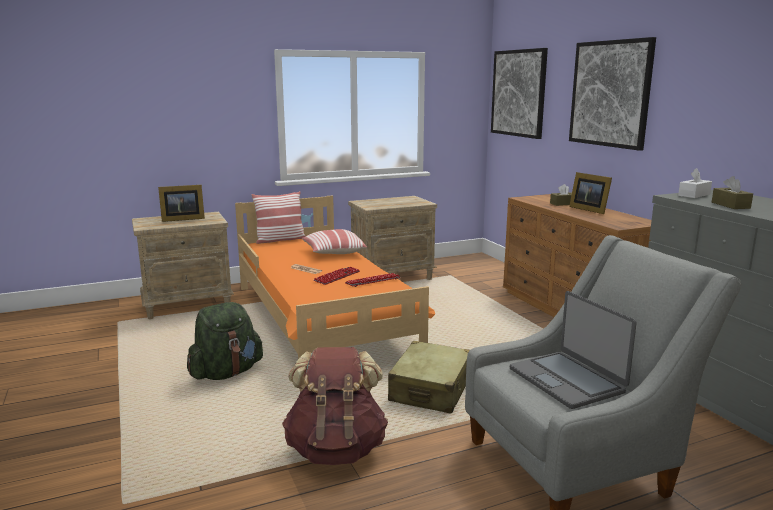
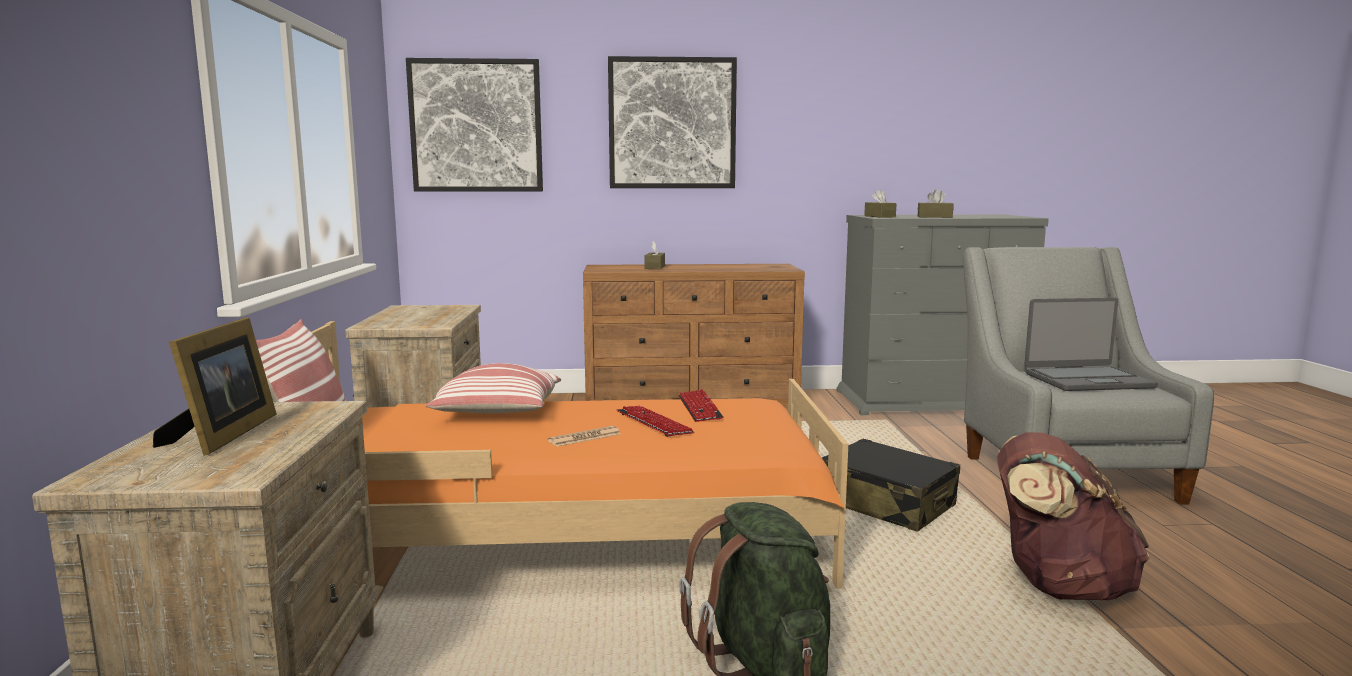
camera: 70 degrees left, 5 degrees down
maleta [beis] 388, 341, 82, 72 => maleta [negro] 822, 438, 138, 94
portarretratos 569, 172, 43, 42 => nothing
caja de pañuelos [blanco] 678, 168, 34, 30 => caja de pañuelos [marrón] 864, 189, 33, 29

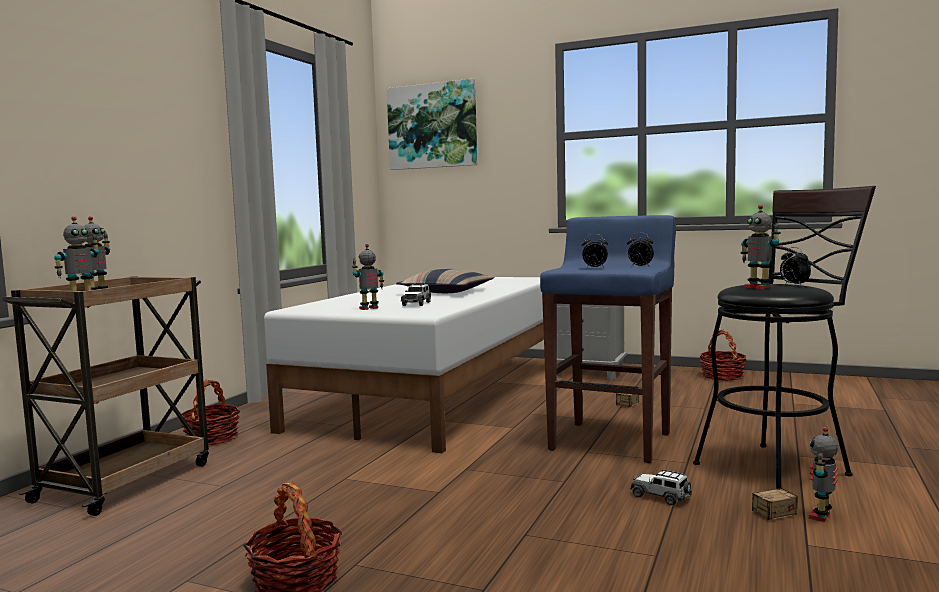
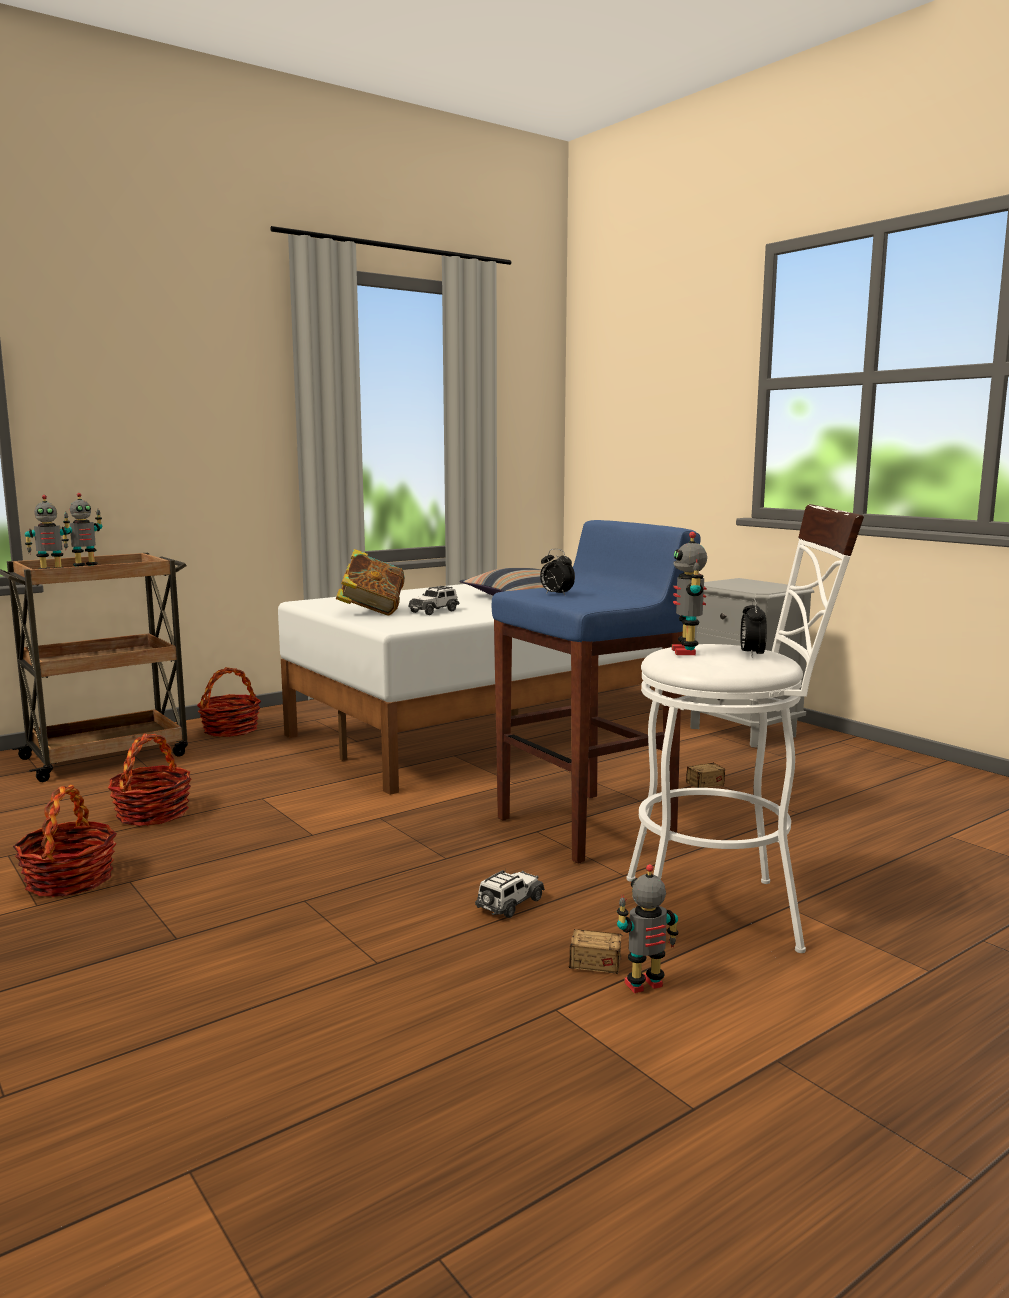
camera: 30 degrees right, 5 degrees up
robot de juguete 352, 244, 32, 66 => libro 336, 549, 69, 67
cuadro 387, 79, 90, 91 => nothing
despertador 627, 233, 27, 34 => nothing
coche de juguete 630, 469, 62, 36 => coche de juguete 475, 868, 70, 50, 60 degrees clockwise
taburete [negro] 693, 186, 183, 303 => taburete [blanco] 626, 504, 238, 449
cesta 699, 330, 48, 51 => cesta 108, 734, 83, 92, moved

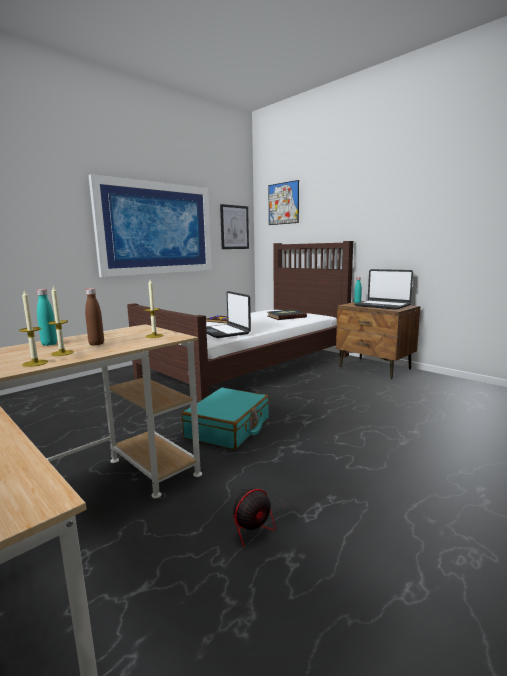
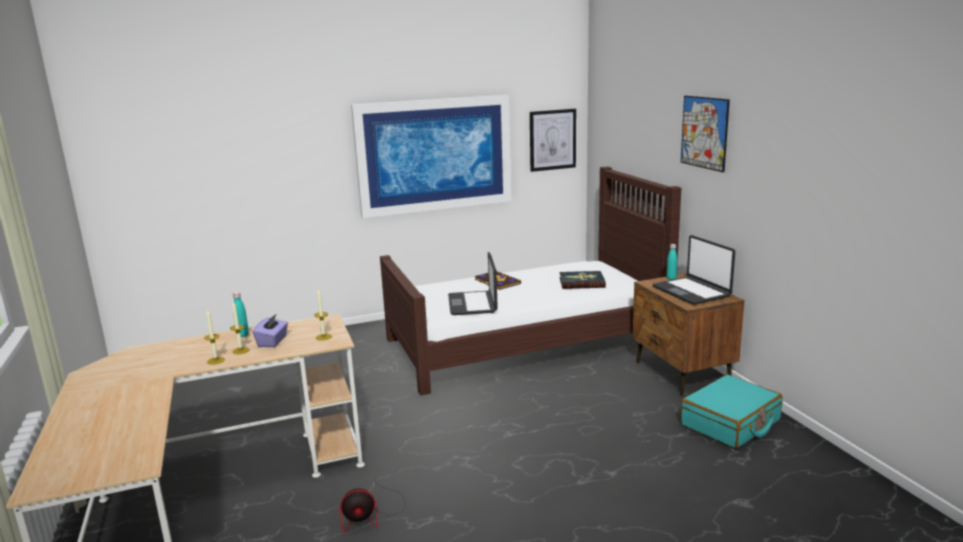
camera: 25 degrees right, 5 degrees up
botella [marrón] 85, 288, 19, 57 => caja de pañuelos [morado] 253, 313, 35, 34
maleta [turquesa] 182, 388, 87, 62 => maleta [turquesa] 681, 374, 102, 75, moved
cuadro 268, 180, 31, 45 => cuadro 681, 96, 49, 76, moved

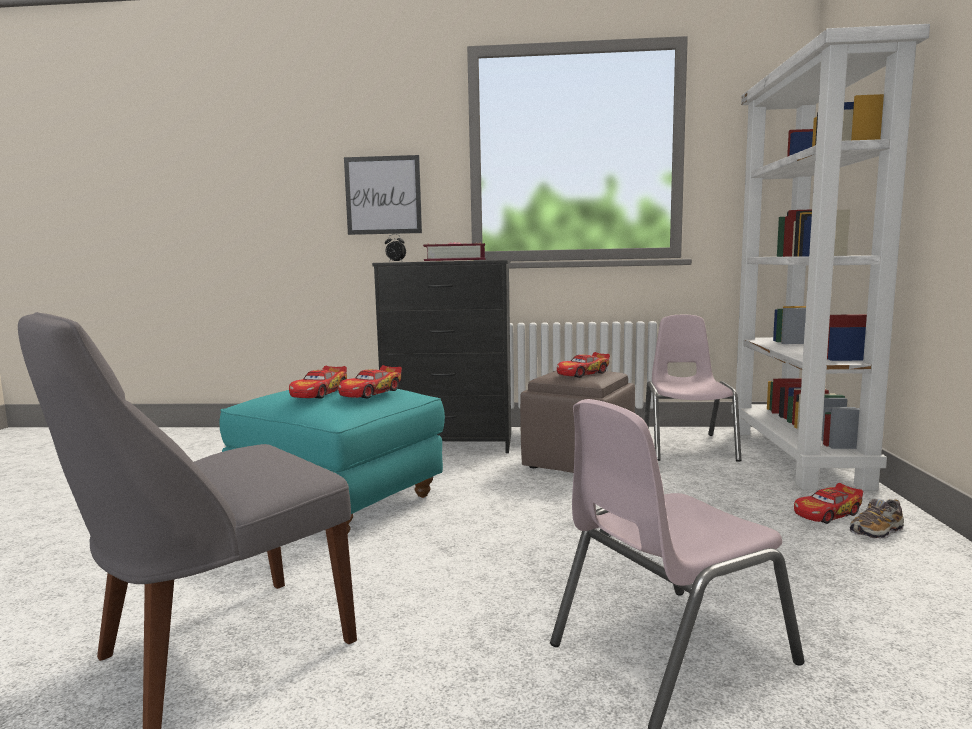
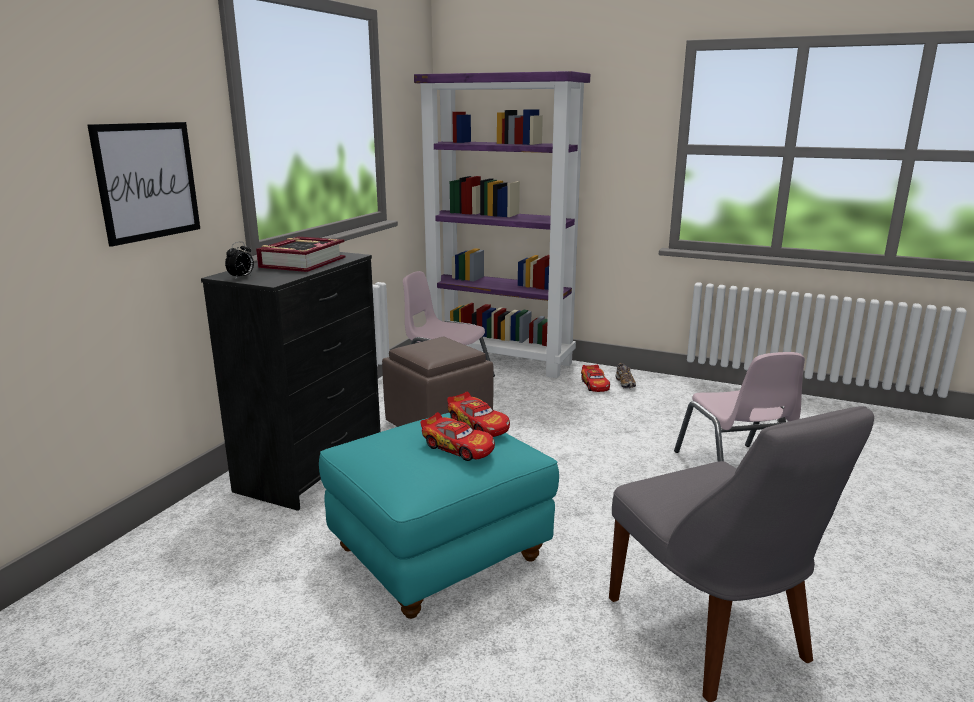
camera: 70 degrees left, 10 degrees up
coche de juguete 557, 352, 53, 26 => nothing
estantería [blanco] 731, 24, 199, 466 => estantería [morado] 414, 71, 176, 307

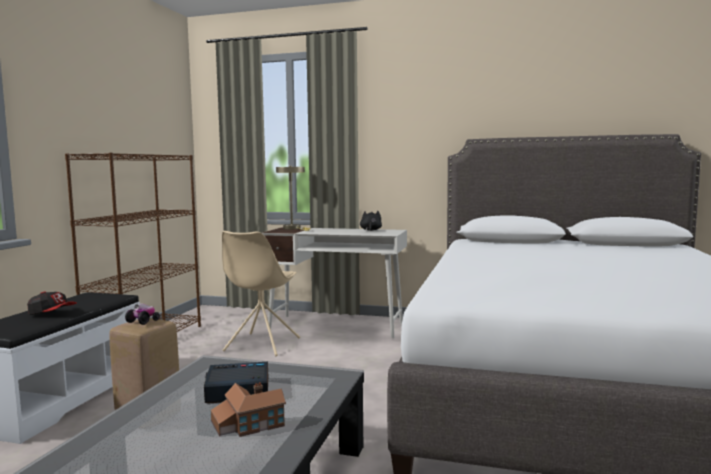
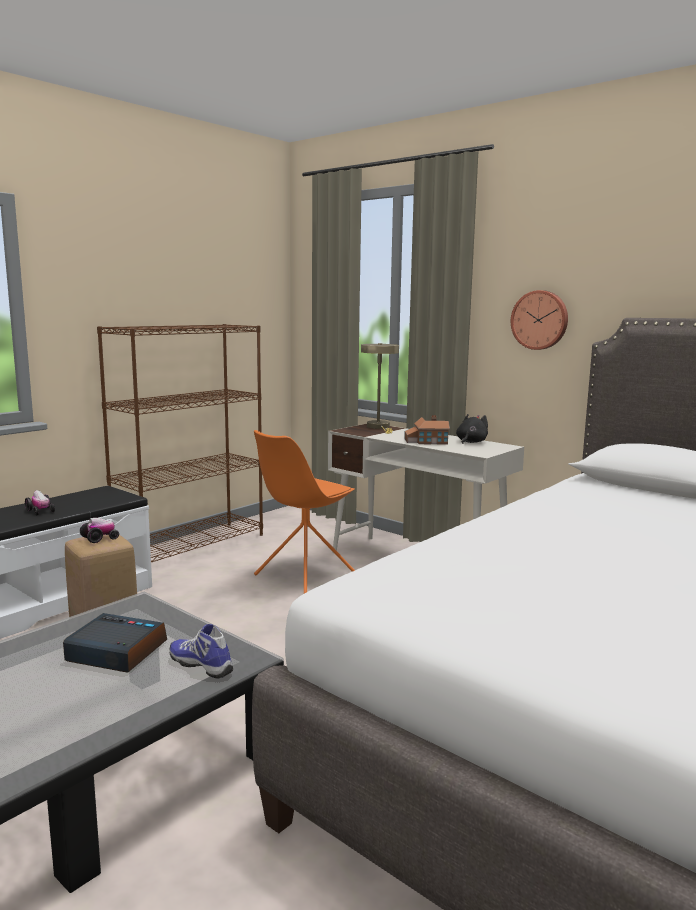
camera: 25 degrees right, 5 degrees up
gorra 27, 292, 50, 23 => coche de juguete 25, 490, 30, 25
casita 211, 382, 75, 55 => casita 404, 415, 46, 29, moved
silla [beis] 222, 231, 78, 125 => silla [naranja] 254, 430, 101, 164
nothing => zapato 170, 624, 63, 55
nothing => reloj de pared 511, 290, 57, 60

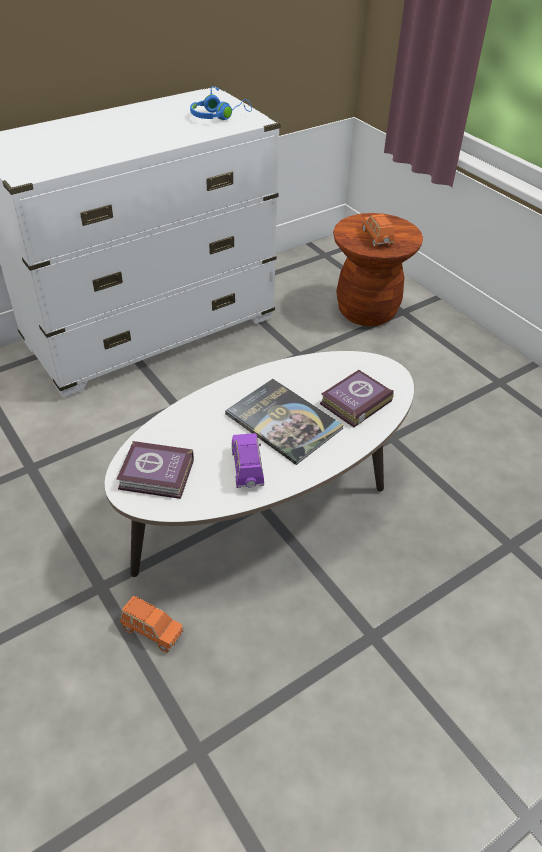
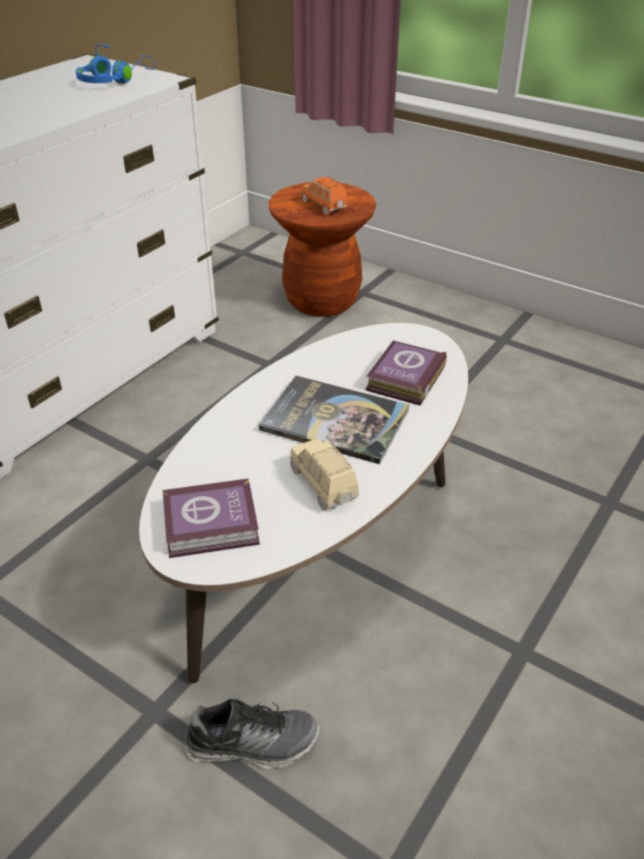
camera: 20 degrees left, 5 degrees down
coche de juguete [naranja] 120, 596, 64, 56 => zapato 185, 699, 134, 70
coche de juguete [morado] 232, 433, 32, 55 => coche de juguete [beis] 290, 438, 69, 72

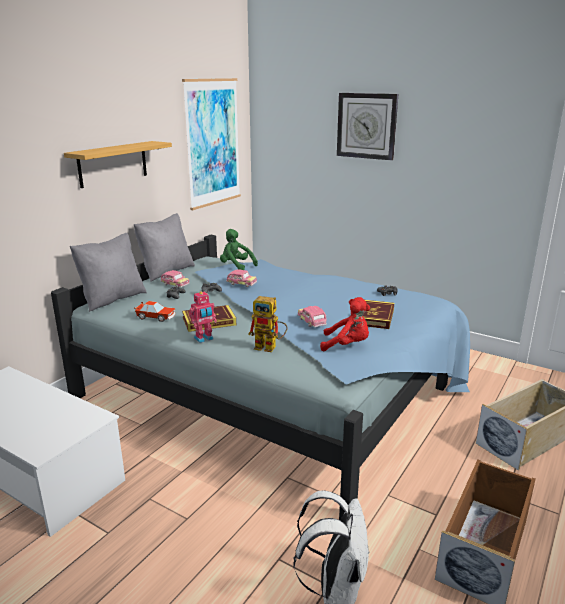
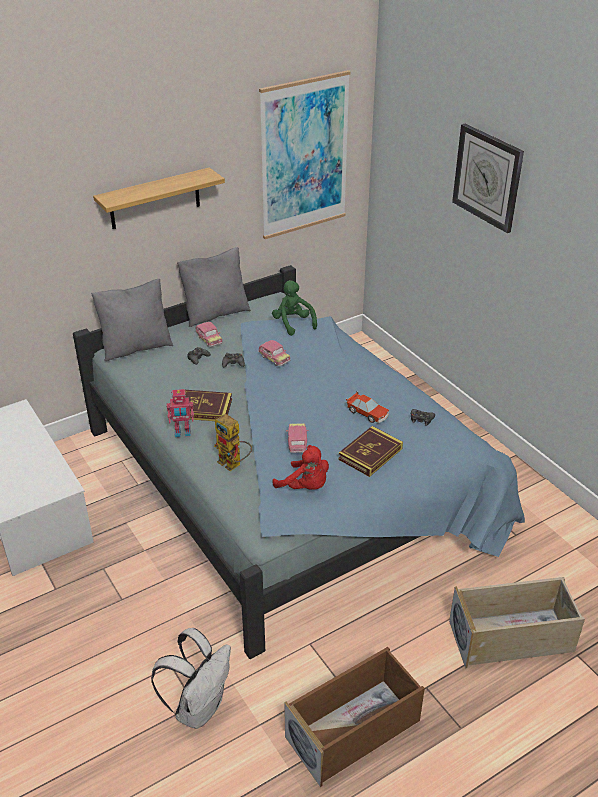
camera: 25 degrees right, 15 degrees up
coche de juguete 134, 301, 42, 21 => coche de juguete 346, 391, 43, 32, moved

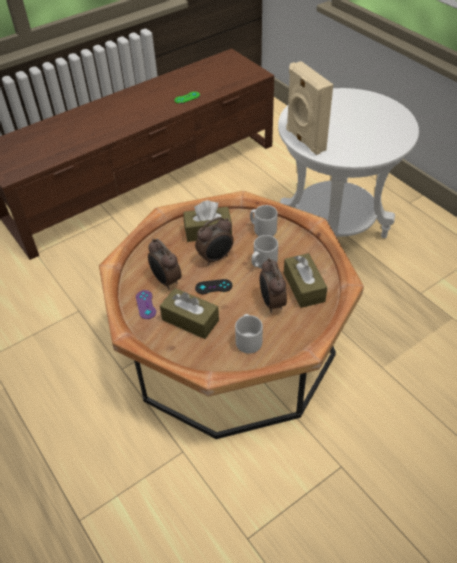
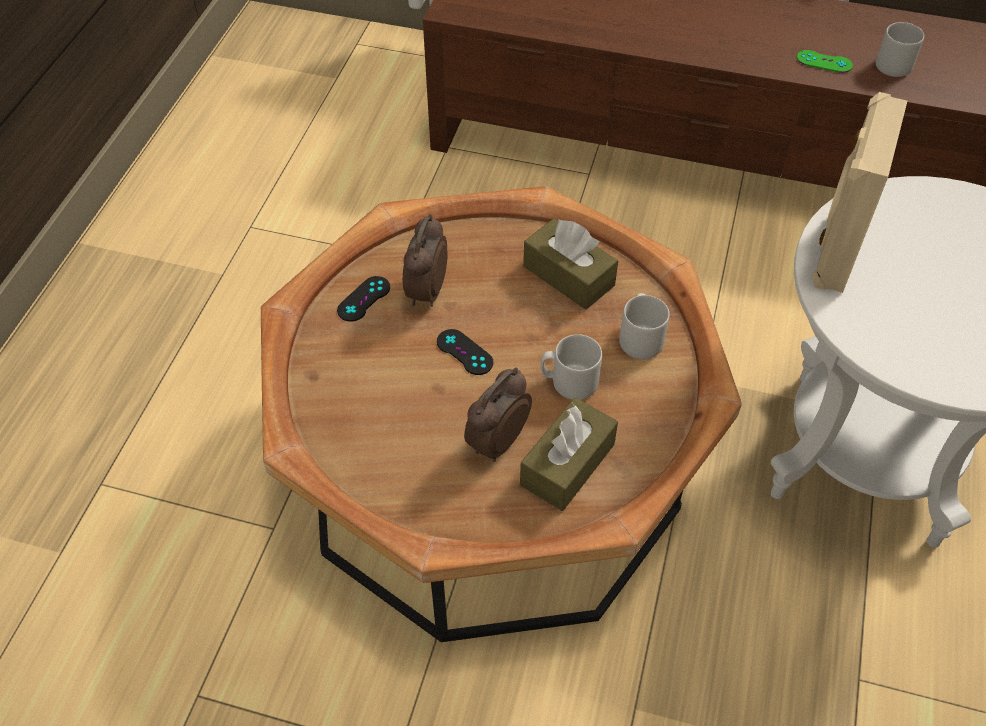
camera: 50 degrees right, 5 degrees up
mando de consola [morado] 136, 290, 20, 29 => mando de consola [negro] 337, 276, 53, 46
caja de pañuelos [marrón] 160, 288, 59, 51 => nothing
despertador 195, 217, 39, 48 => nothing
taza grande [gris] 235, 314, 28, 40 => taza grande [gris] 876, 22, 48, 55, moved

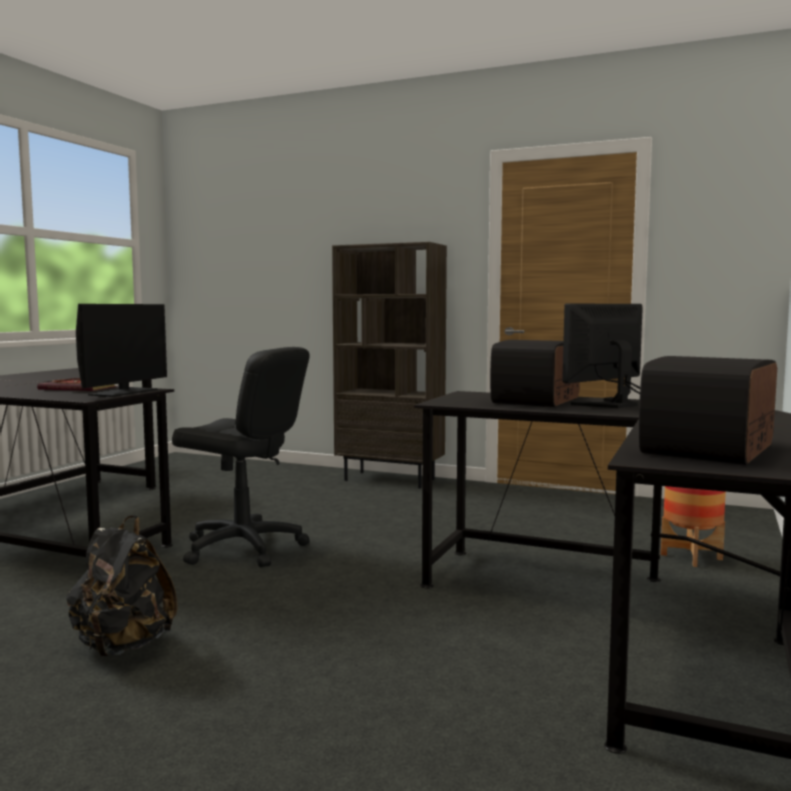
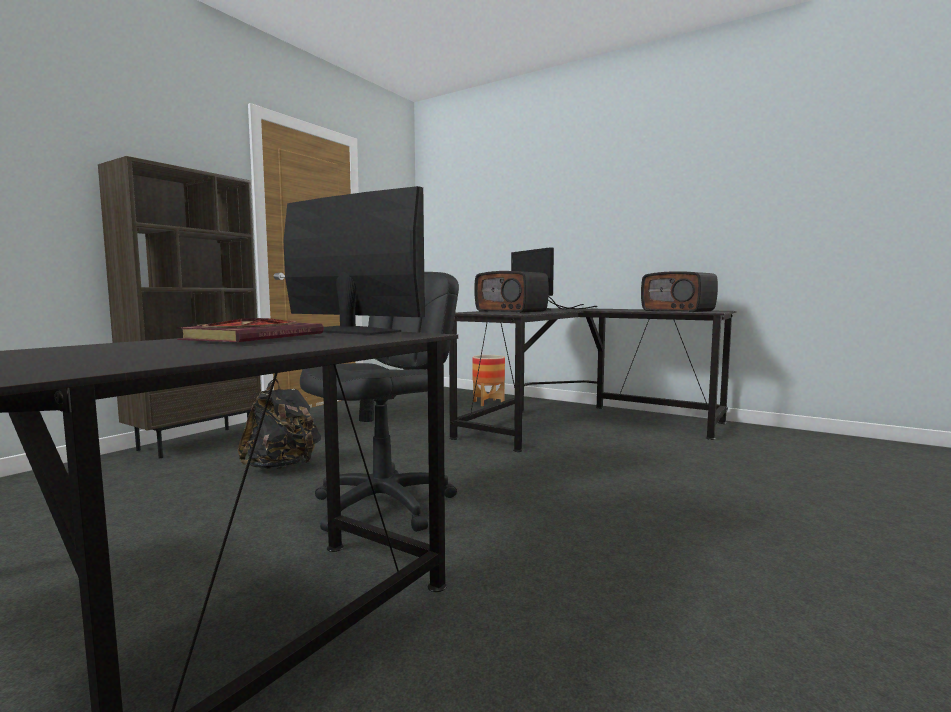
camera: 80 degrees left, 0 degrees up
mochila [negro] 66, 515, 112, 142 => mochila [negro] 238, 379, 83, 91, moved

